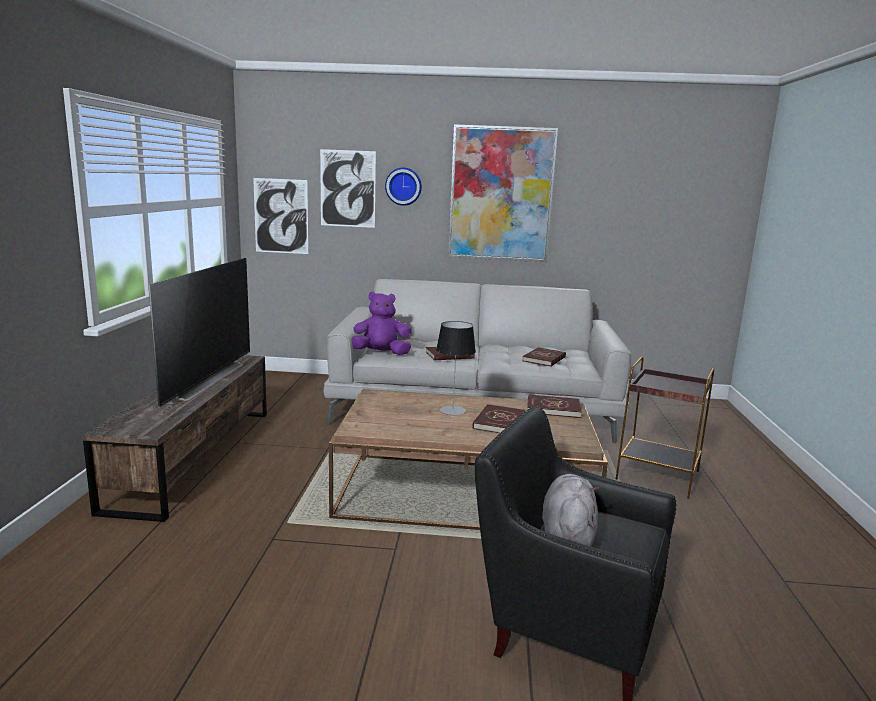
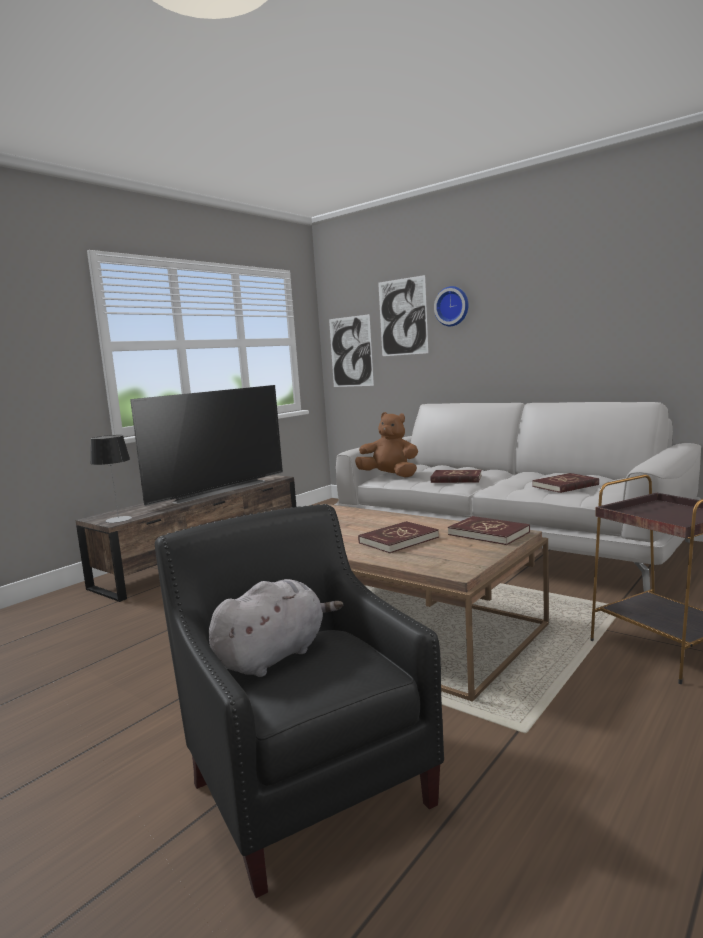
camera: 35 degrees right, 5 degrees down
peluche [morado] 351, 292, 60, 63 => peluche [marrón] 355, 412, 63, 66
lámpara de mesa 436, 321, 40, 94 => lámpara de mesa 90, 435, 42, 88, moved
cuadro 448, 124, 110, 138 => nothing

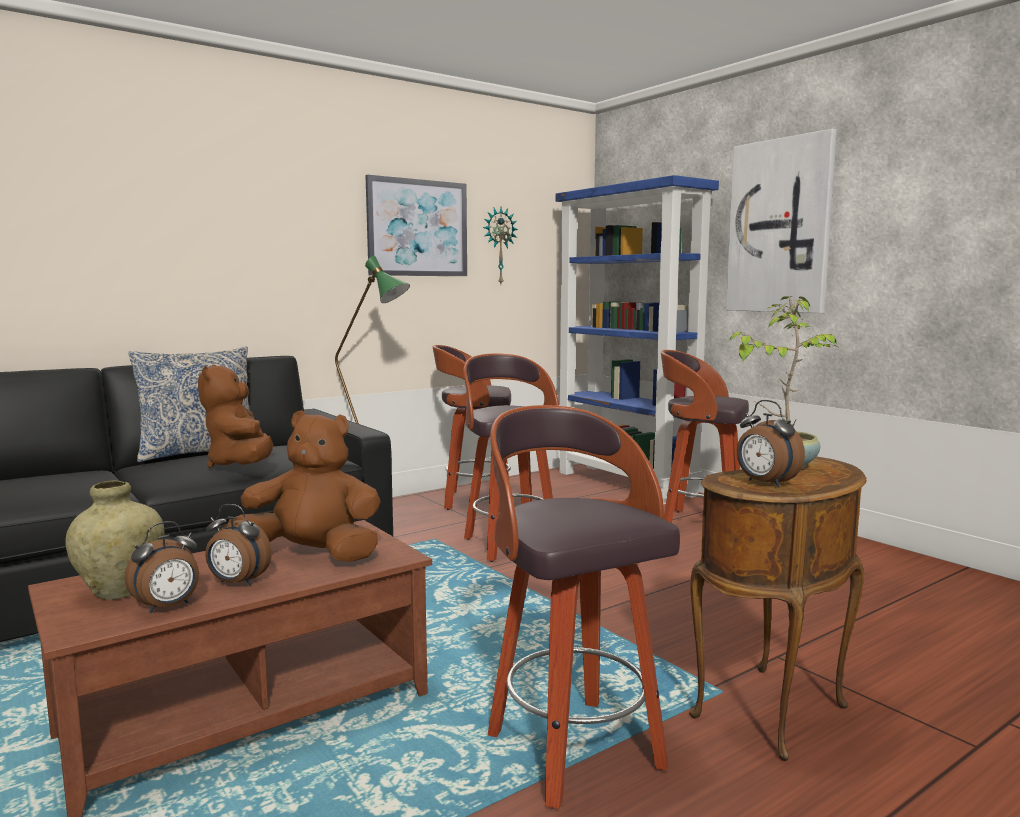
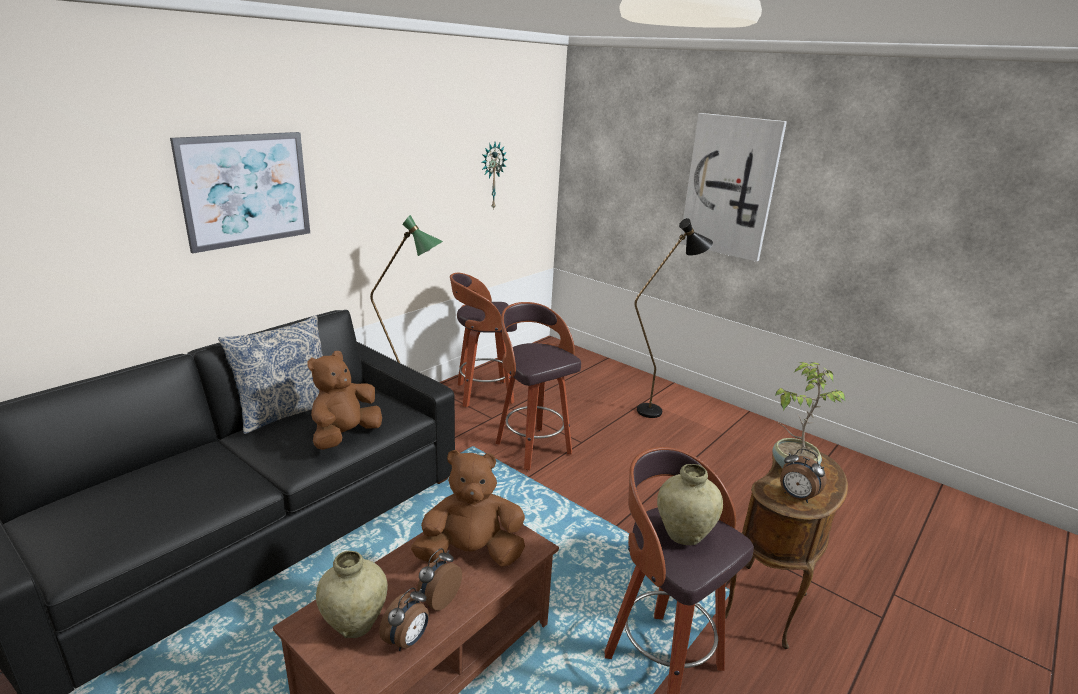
camera: 15 degrees left, 15 degrees up
peluche [marrón] 198, 364, 75, 104 => peluche [marrón] 307, 351, 75, 99, 60 degrees clockwise
despertador 205, 504, 67, 82 => despertador 417, 548, 45, 63, 120 degrees clockwise
cuadro 365, 175, 102, 101 => cuadro 170, 132, 140, 121, moved
estantería [azul] 556, 175, 163, 330 => nothing
taburete 661, 350, 88, 173 => lámpara de pie [negro] 635, 218, 78, 200
nothing => florero [beis] 657, 464, 66, 81

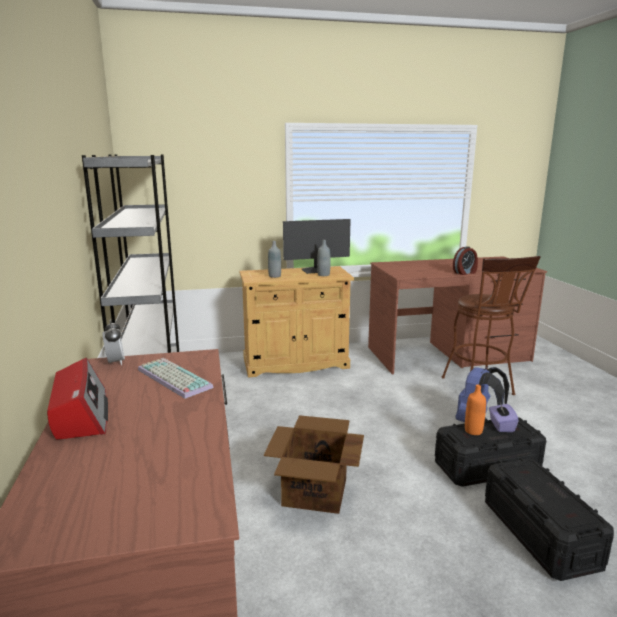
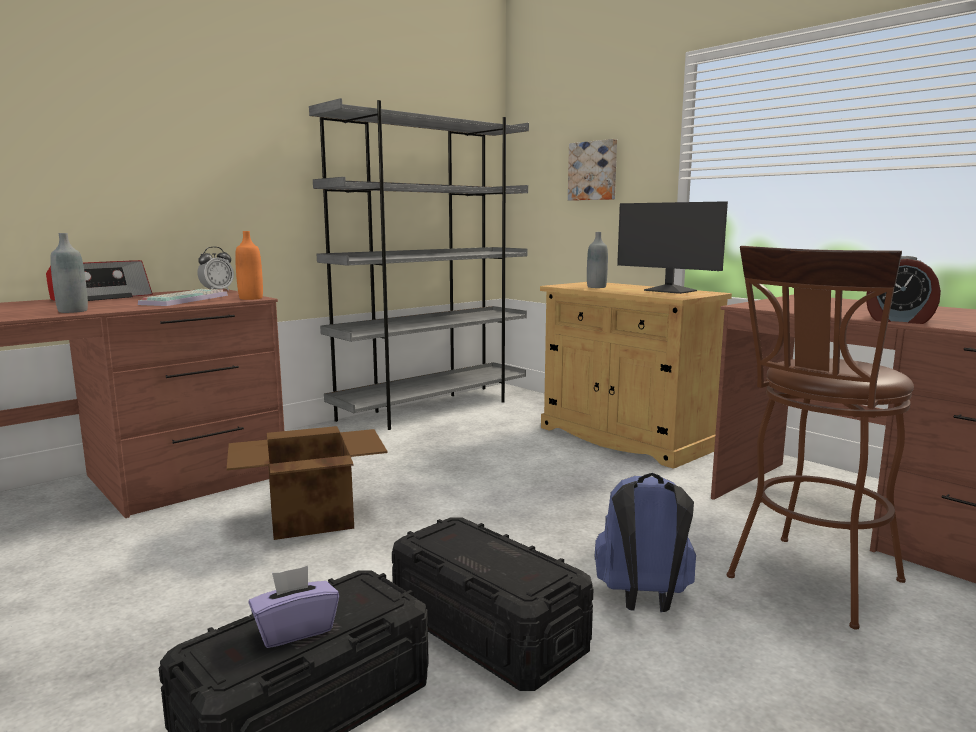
camera: 60 degrees right, 5 degrees down
botella [gris] 317, 240, 14, 36 => botella [gris] 50, 233, 38, 80, moved
botella [naranja] 465, 385, 21, 50 => botella [naranja] 235, 231, 28, 69, moved
caja de pañuelos [morado] 489, 403, 30, 29 => caja de pañuelos [morado] 248, 566, 91, 82, moved
nothing => cuadro 568, 139, 49, 62

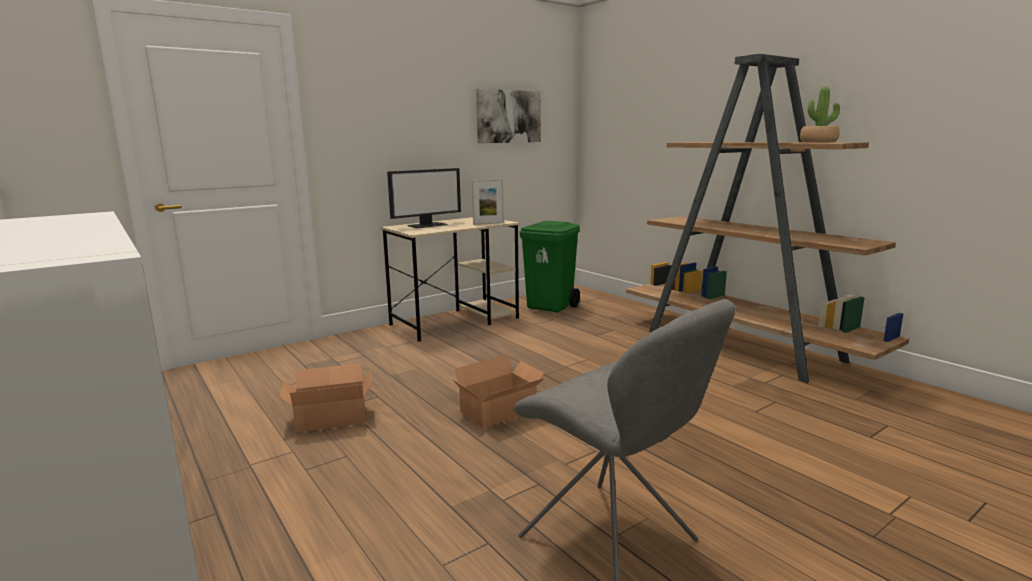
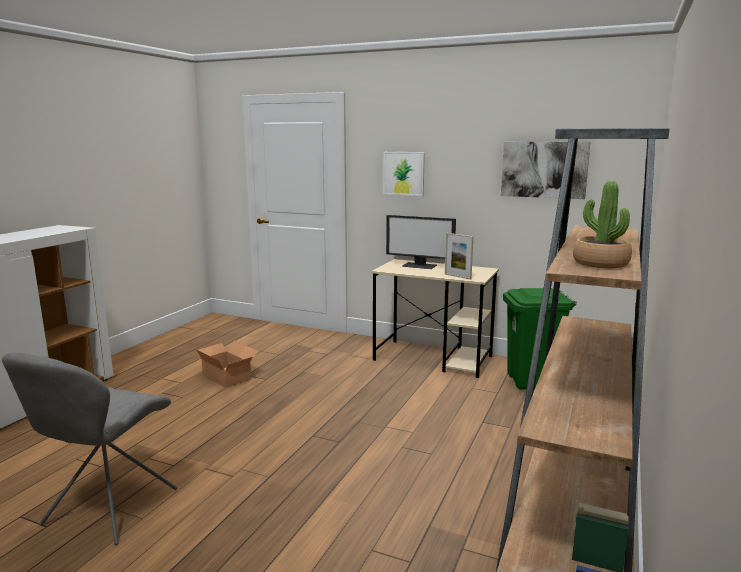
camera: 60 degrees right, 0 degrees up
caja de cartón 452, 354, 93, 74 => nothing
nothing => cuadro 383, 152, 42, 44

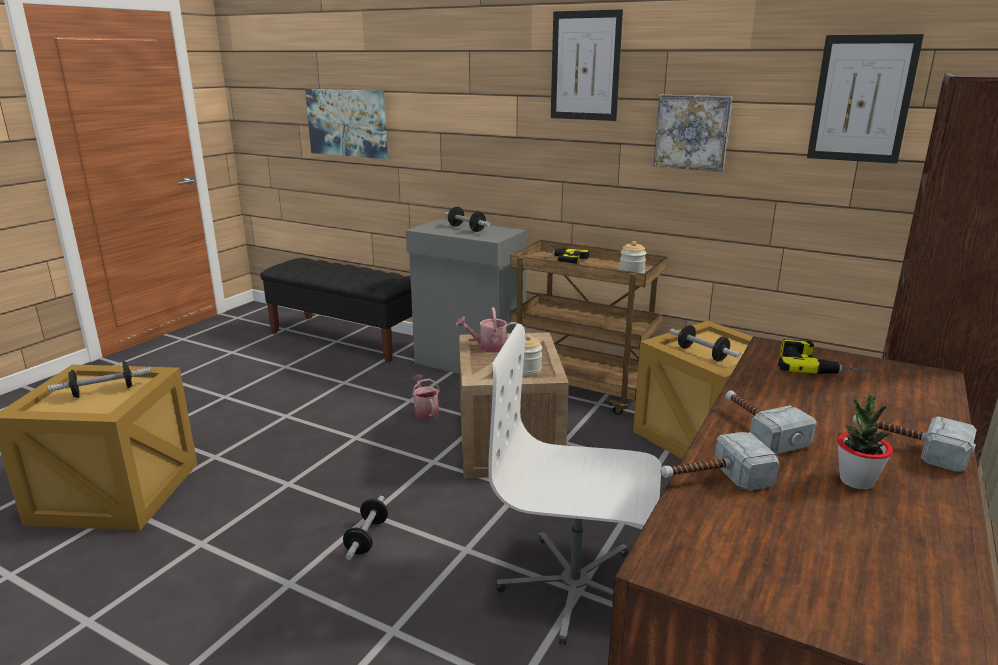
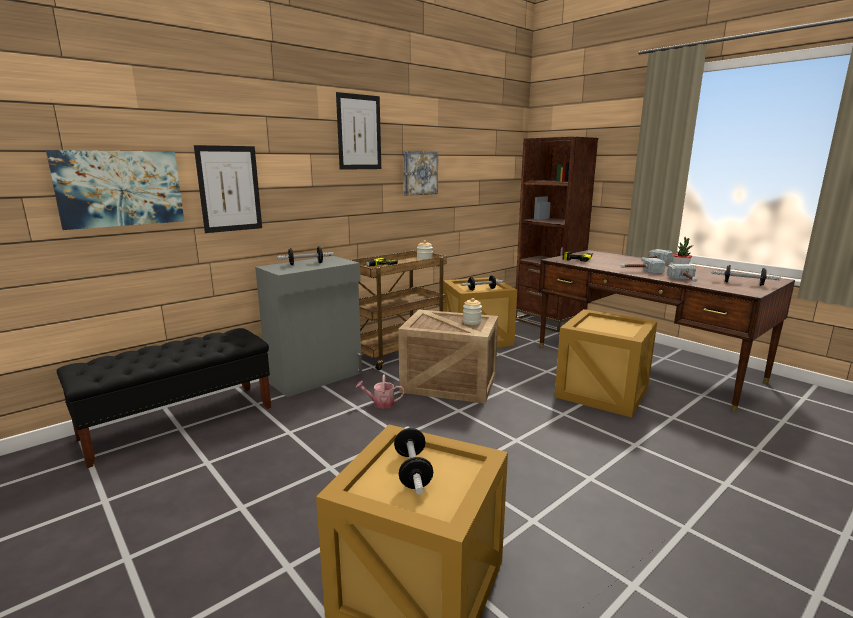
camera: 70 degrees left, 5 degrees down
mancuerna 343, 496, 45, 64 => mancuerna 712, 265, 69, 21, moved
regadera 455, 307, 62, 46 => nothing
silla de oficina [blanco] 488, 323, 174, 322 => caja de embalaje 555, 309, 102, 109
cuadro 807, 34, 117, 130 => cuadro 194, 145, 68, 88, moved

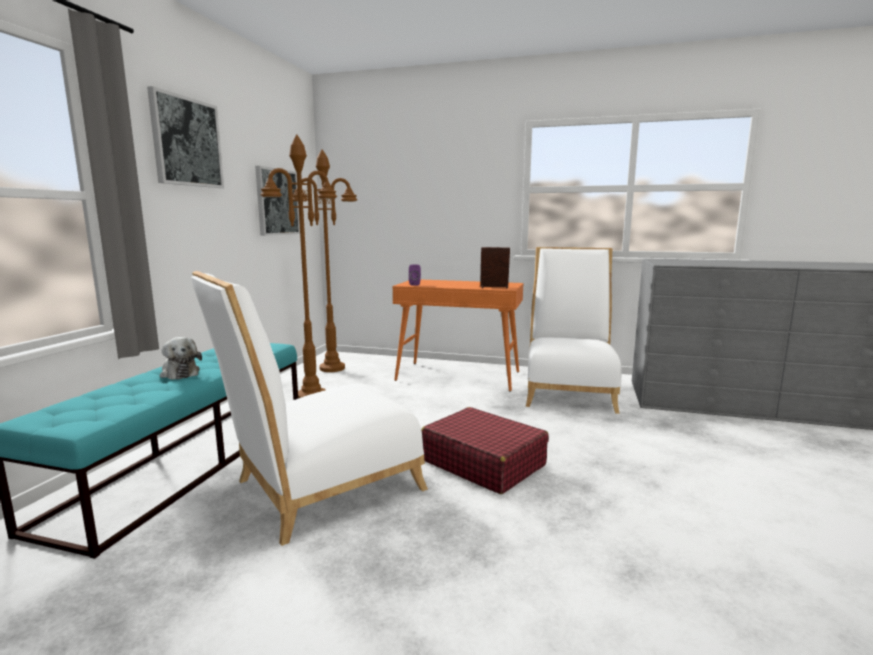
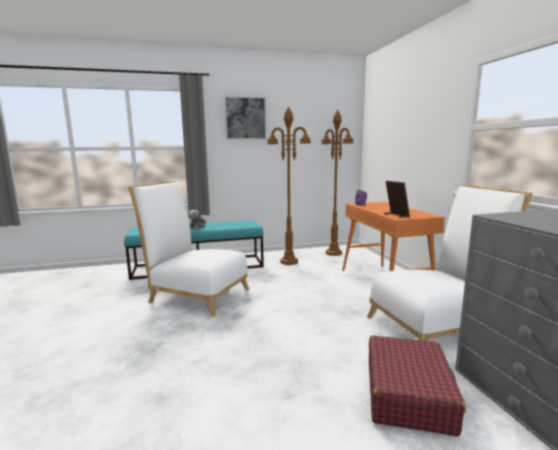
camera: 60 degrees right, 0 degrees up
cuadro 255, 166, 45, 70 => nothing
maleta [rojo] 421, 407, 128, 87 => maleta [rojo] 369, 336, 96, 101, moved

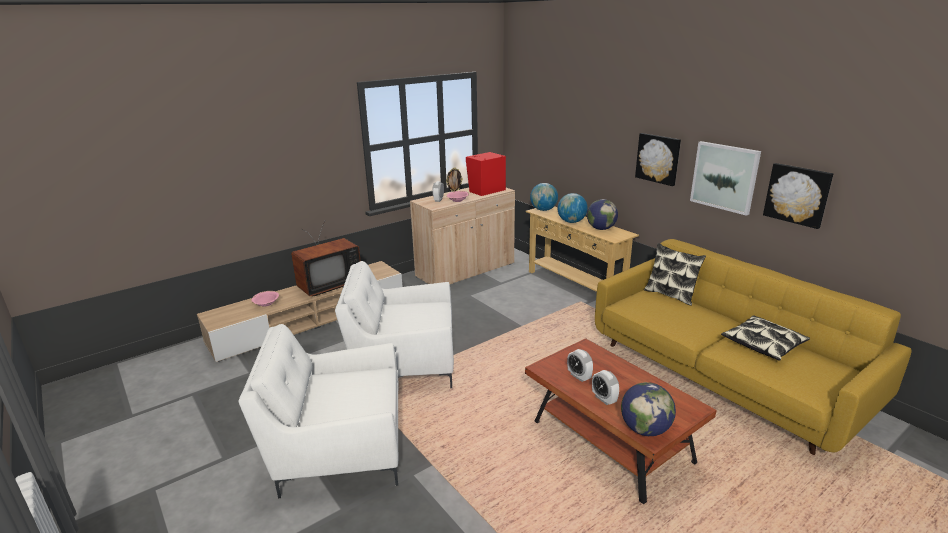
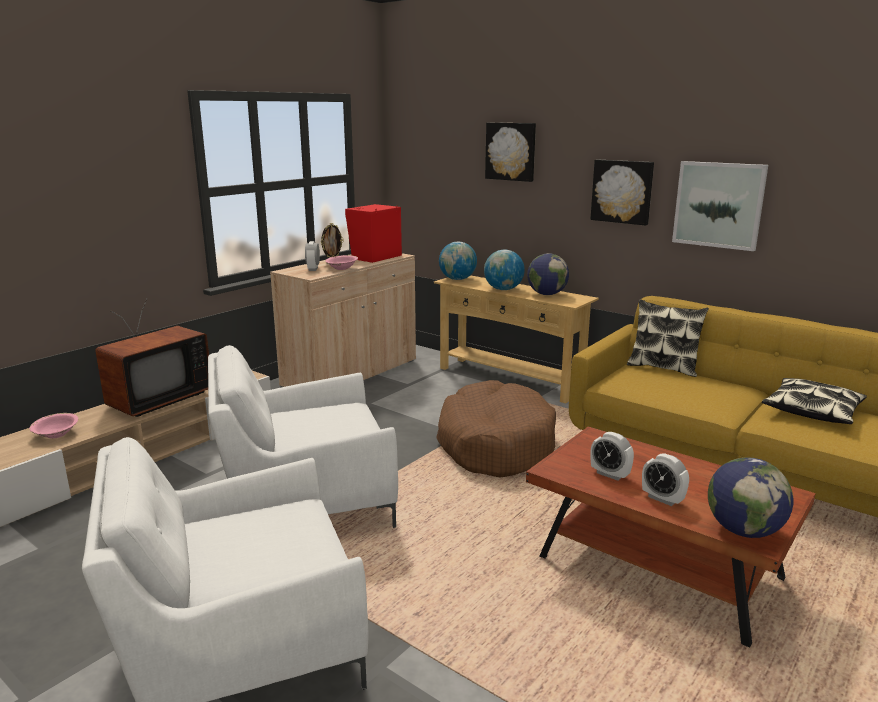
camera: 15 degrees left, 5 degrees down
cuadro 763, 163, 70, 66 => cuadro 485, 123, 51, 59, moved
nothing => cama para perro [marrón] 436, 380, 120, 97

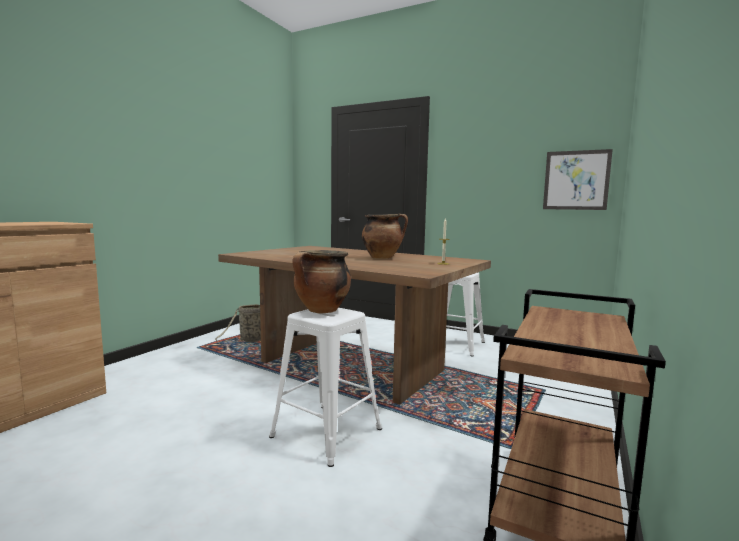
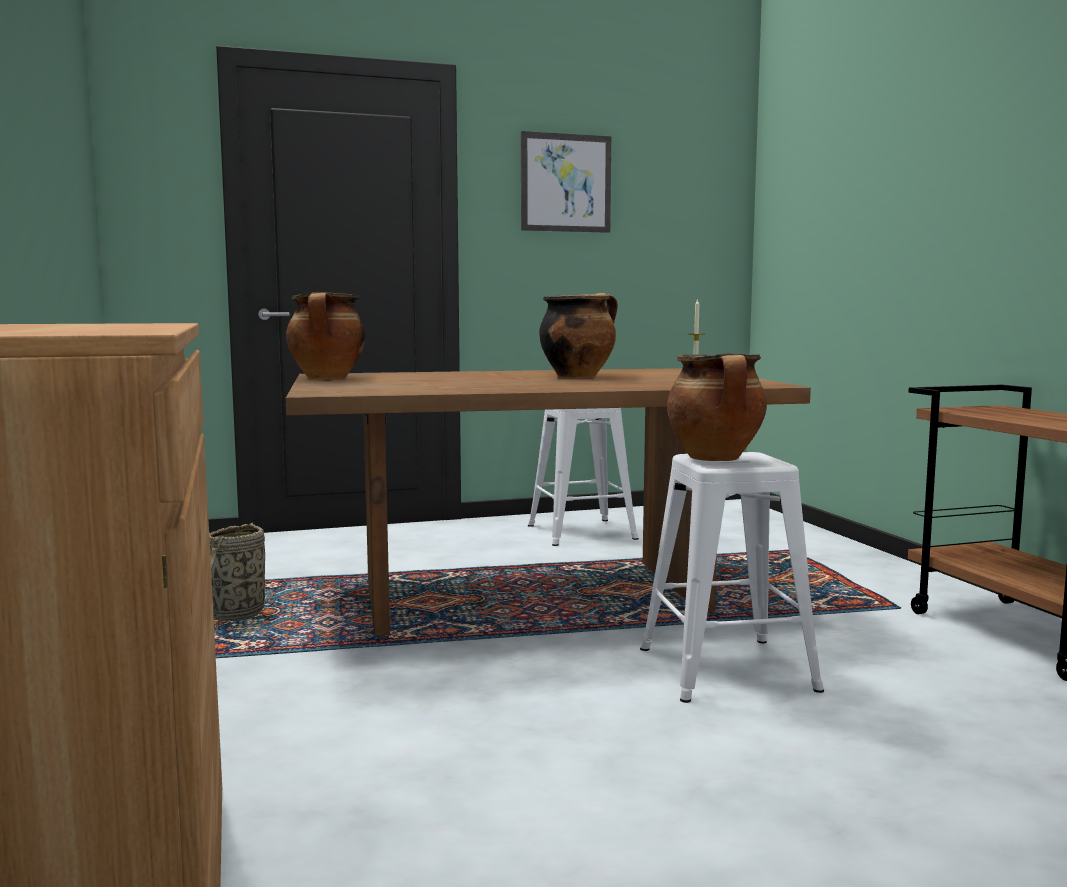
camera: 45 degrees left, 0 degrees up
cuadro 543, 149, 70, 61 => cuadro 521, 131, 90, 102, moved
nothing => olla 286, 292, 79, 87

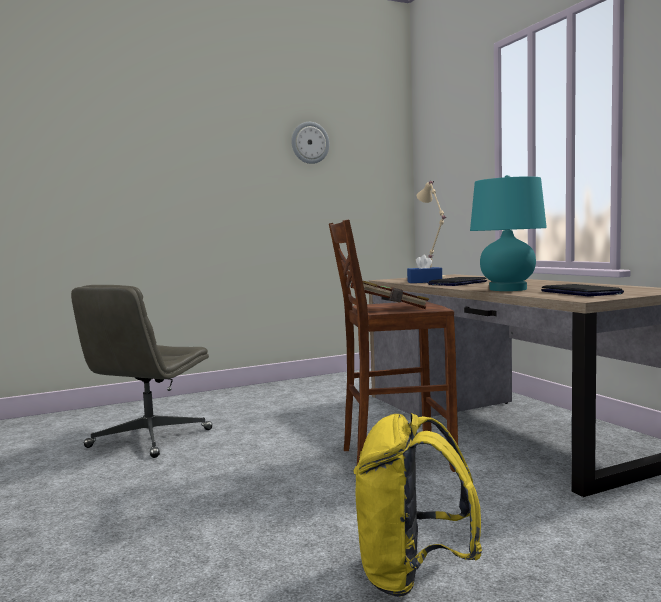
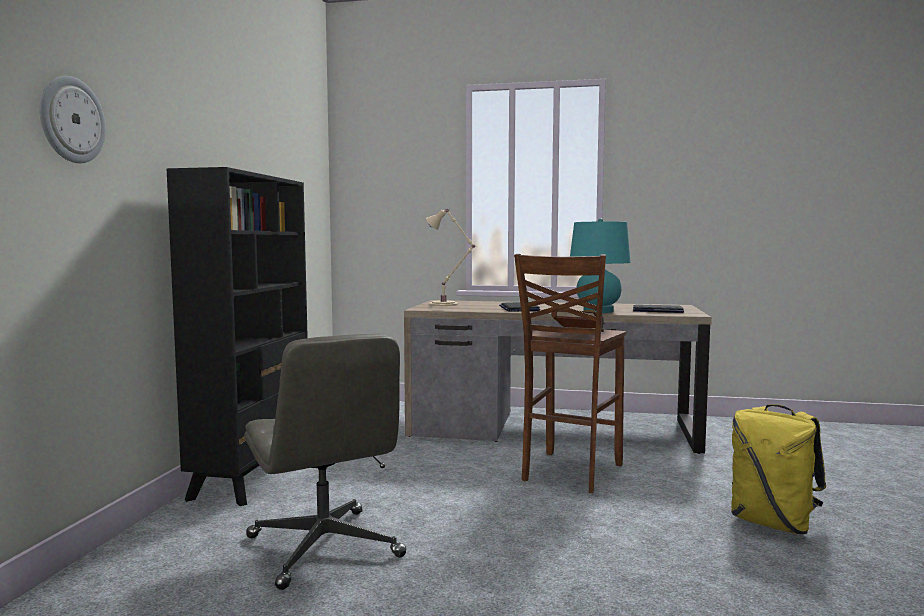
camera: 55 degrees left, 0 degrees up
reloj de pared 291, 122, 39, 42 => reloj de pared 39, 76, 67, 87, moved
caja de pañuelos [azul] 407, 255, 35, 28 => nothing
nothing => estantería [negro] 167, 167, 141, 339

